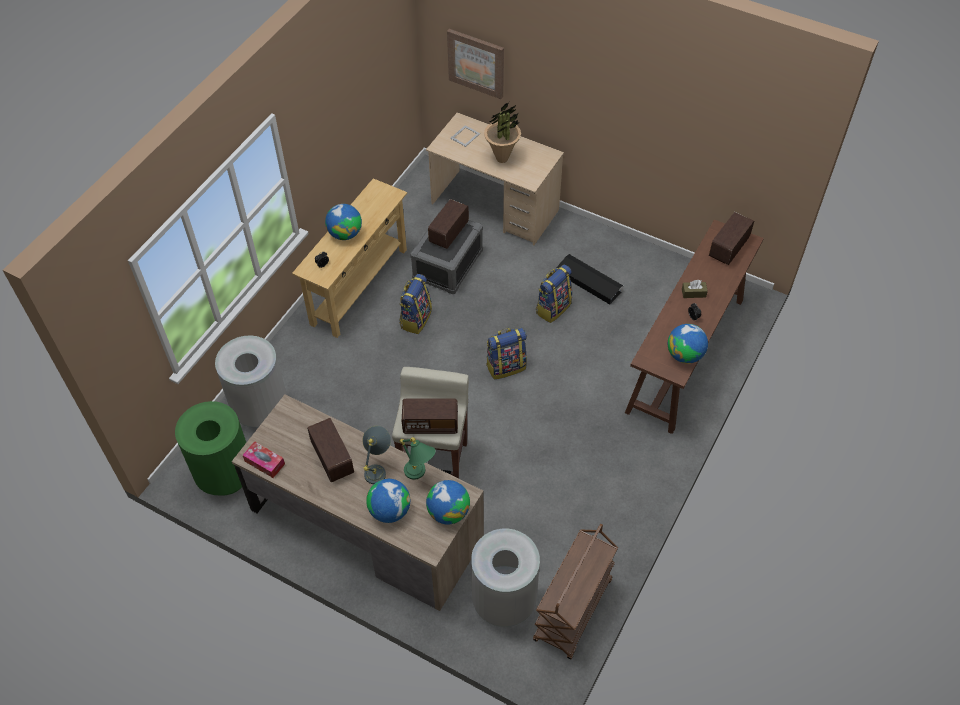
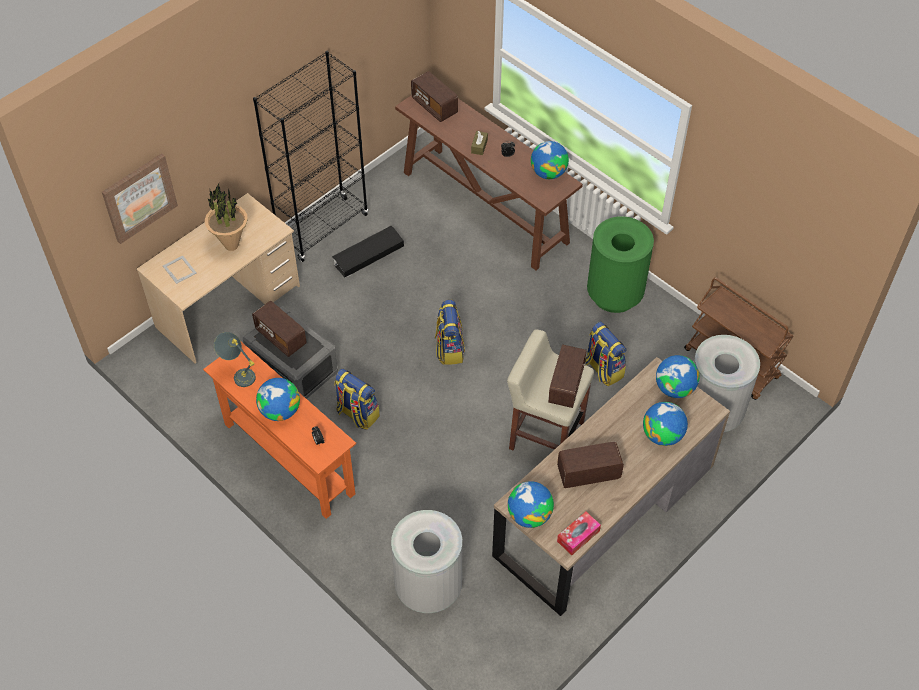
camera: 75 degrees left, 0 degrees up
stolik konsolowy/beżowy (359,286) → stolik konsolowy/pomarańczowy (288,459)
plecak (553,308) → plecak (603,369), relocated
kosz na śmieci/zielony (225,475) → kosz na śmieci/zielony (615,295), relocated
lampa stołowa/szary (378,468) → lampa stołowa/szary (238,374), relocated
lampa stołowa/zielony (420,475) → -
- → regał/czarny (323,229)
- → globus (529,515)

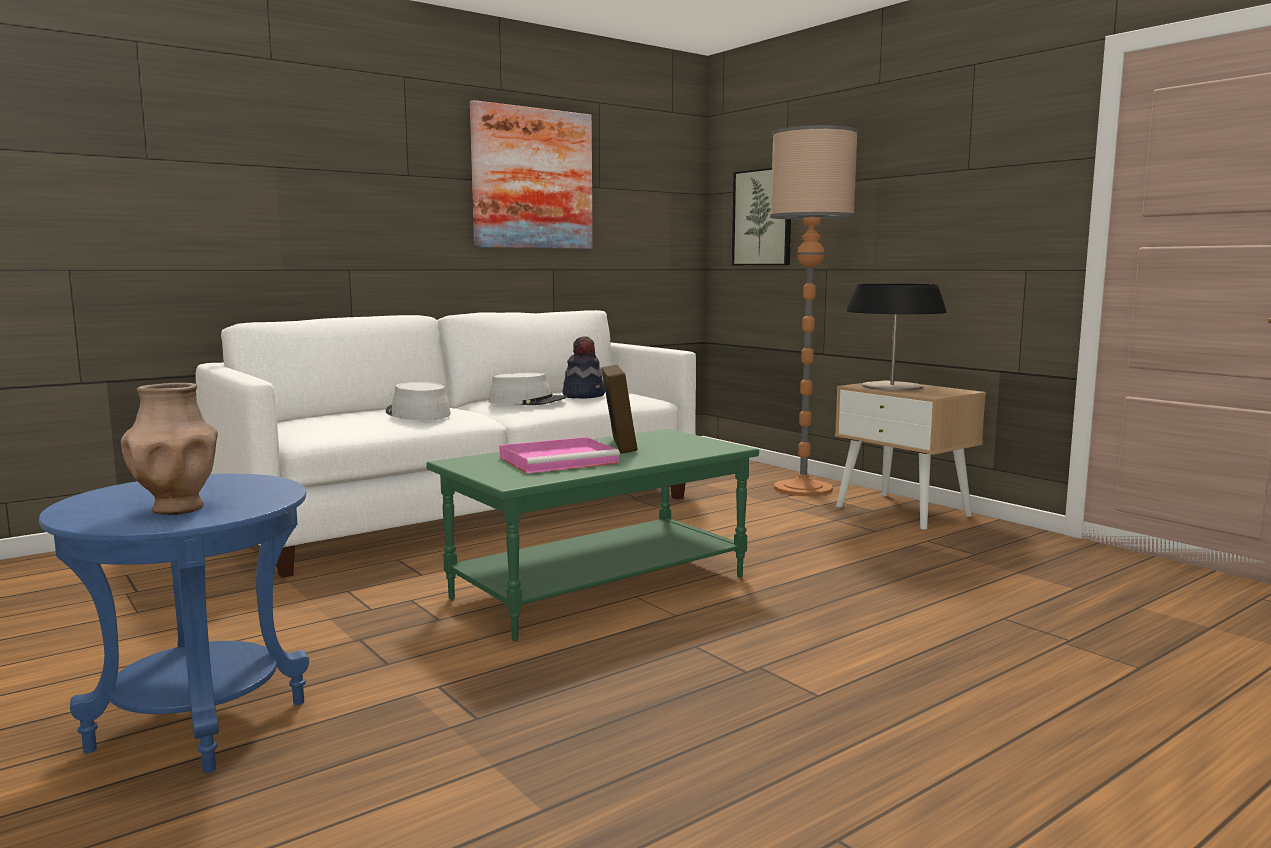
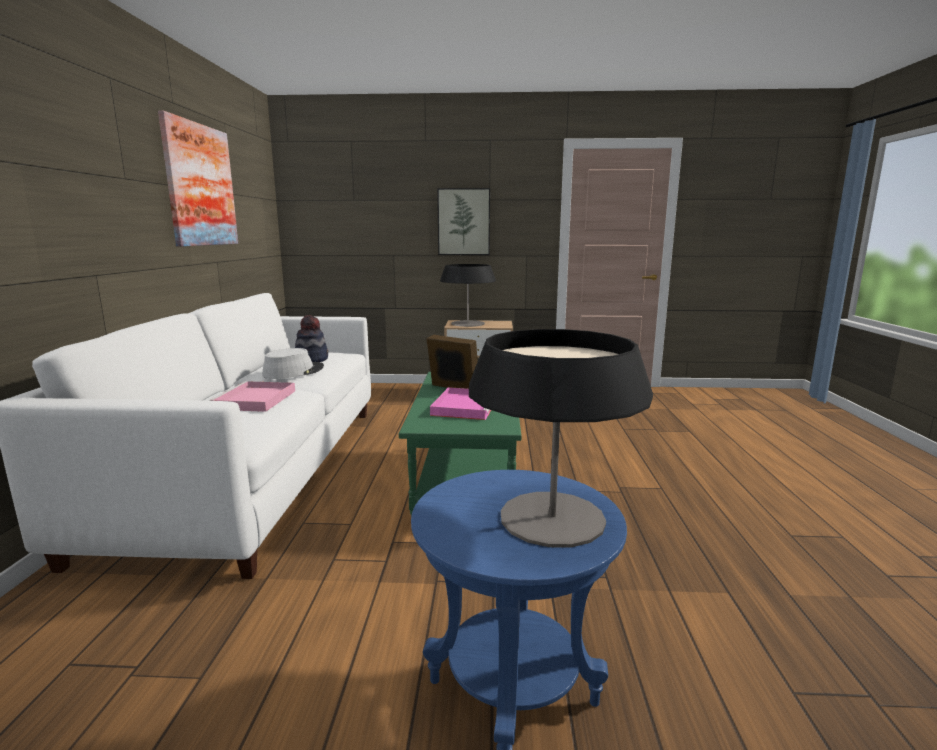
camera: 50 degrees left, 5 degrees up
lampa stojąca (802,488) → -
obraz (763,217) → obraz (464,222), relocated
kapelusz/szary (417,413) → taca/różowy (255,400)
wazon/brązowy (178,508) → lampa stołowa (552,518)

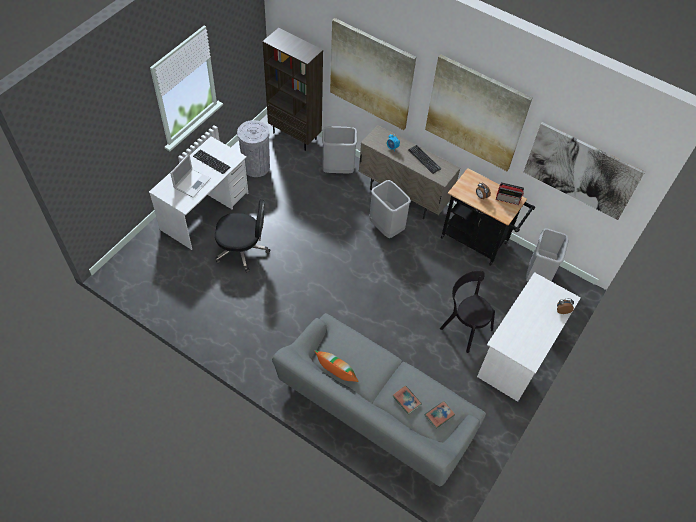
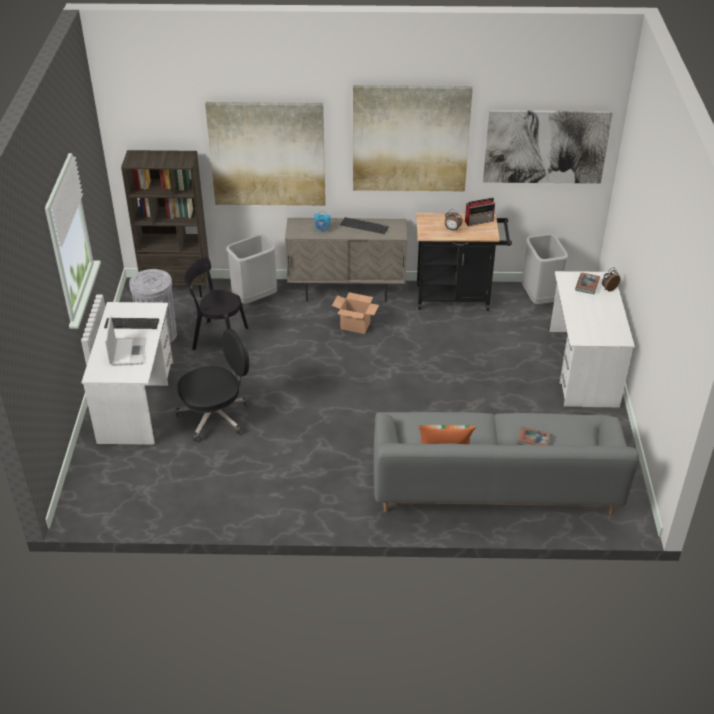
camera: 30 degrees left, 15 degrees down
kosz na śmieci/szary (386,227) → karton (355,326)
krzesło/czarny (464,327) → krzesło/czarny (217,338), relocated
książka (439,415) → książka (587,285), relocated

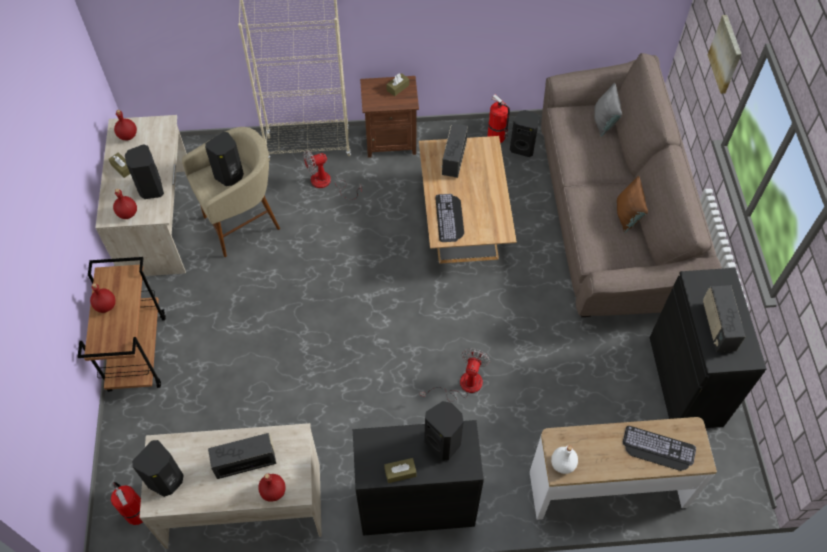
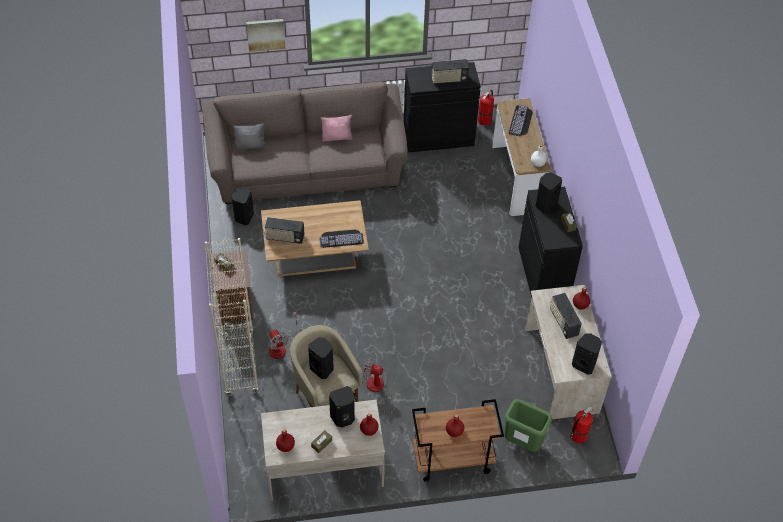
camera: 95 degrees left, 5 degrees down
gaśnica (497,137) → gaśnica (485,120), relocated
poduszka/brązowy (627,215) → poduszka/różowy (337,137)
wentylator (462,385) → wentylator (378,390), relocated
- → kosz na śmieci/zielony (523,442)

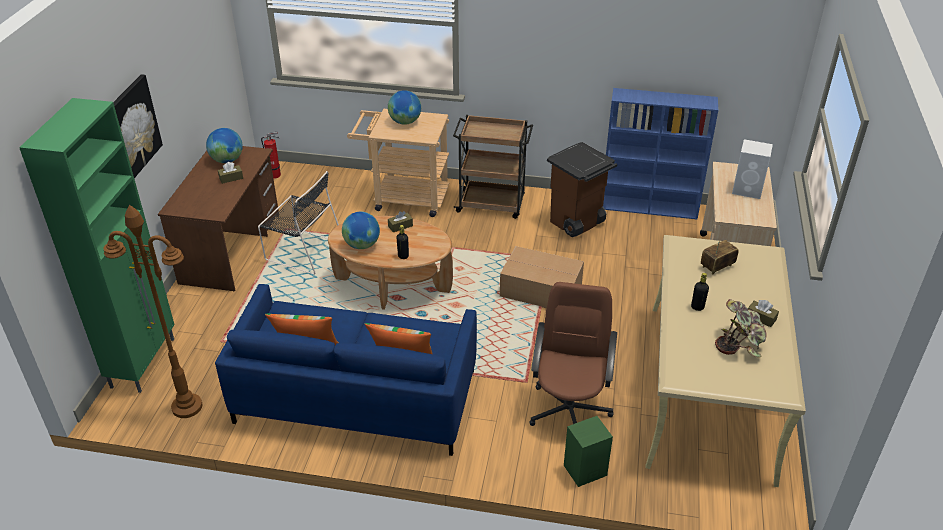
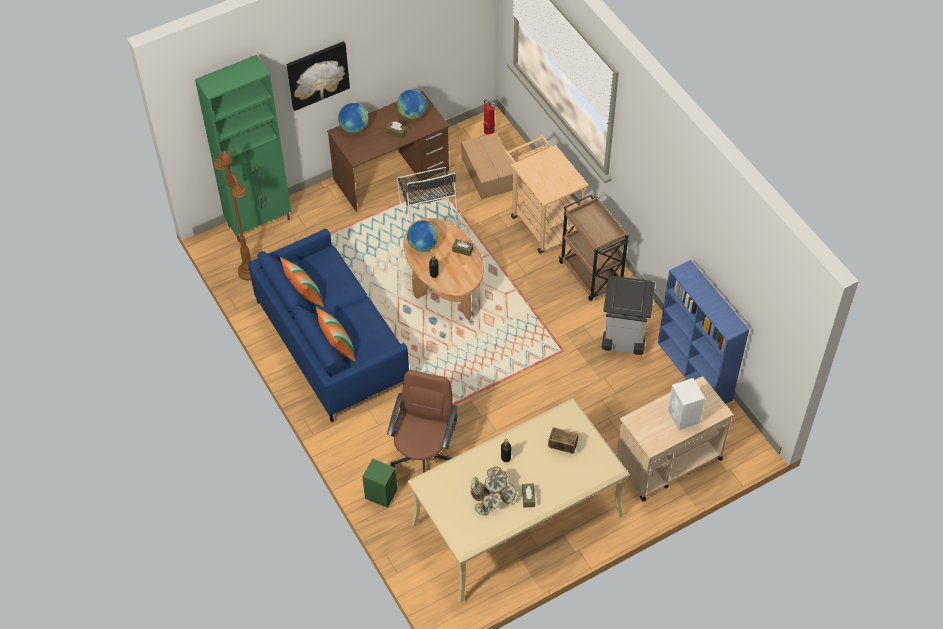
camera: 50 degrees right, 15 degrees up
globus (405,122) → globus (354,128), relocated
kosz na śmieci/brązowy (576,223) → kosz na śmieci/szary (623,340)
karton (542,291) → karton (488,174), relocated
krzesło biurowe/brązowy (569,409) → krzesło biurowe/brązowy (424,455), 45 degrees counterclockwise

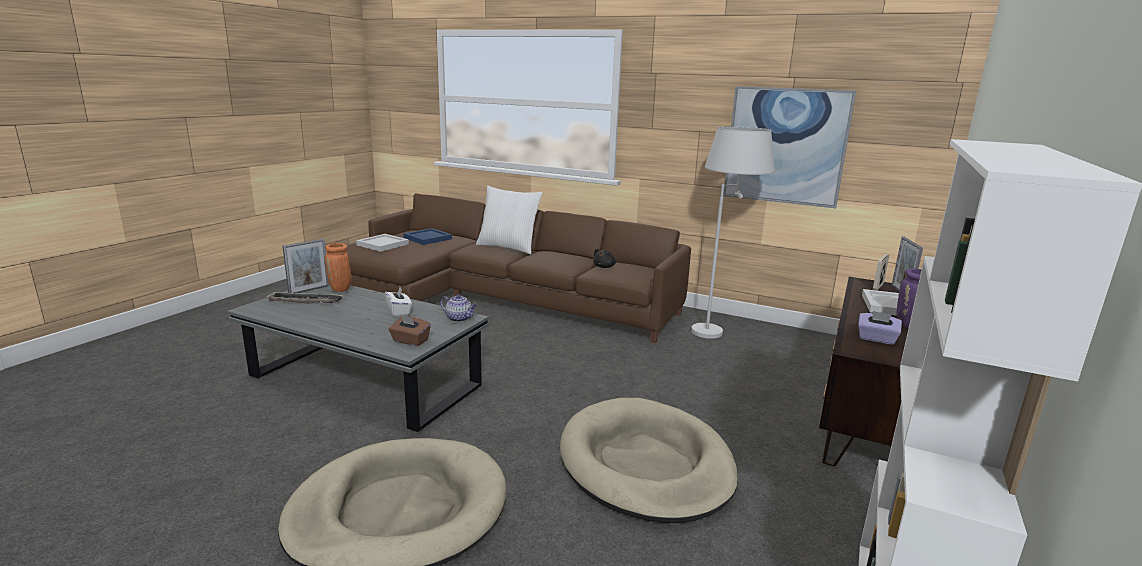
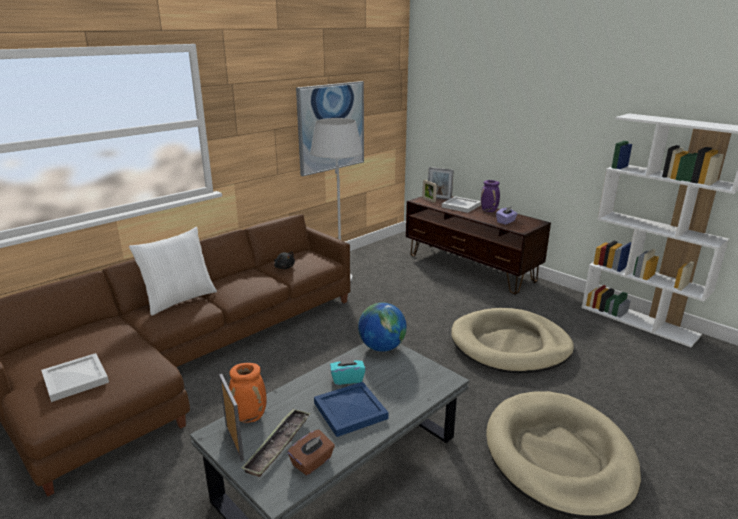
camera: 70 degrees left, 5 degrees up
taca/niebieski (428,238) → taca/niebieski (351,410), relocated
pudełko chusteczek/biały (399,311) → pudełko chusteczek/turkusowy (347,379)
imbryk (459,318) → globus (381,347)
pudełko chusteczek/brązowy (410,341) → pudełko chusteczek/brązowy (312,462), relocated

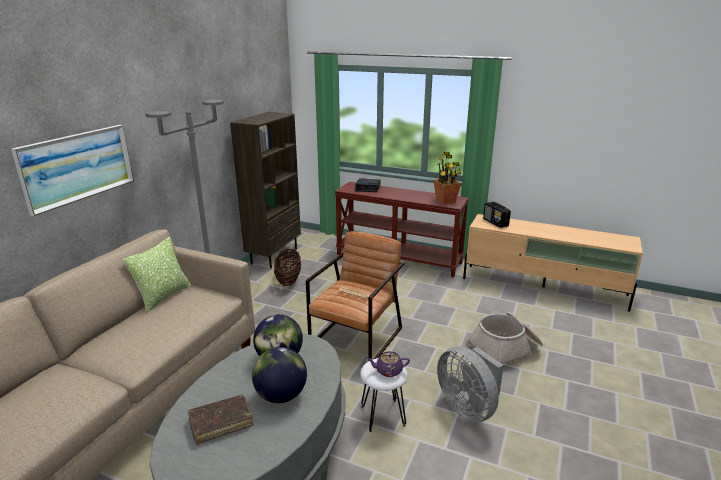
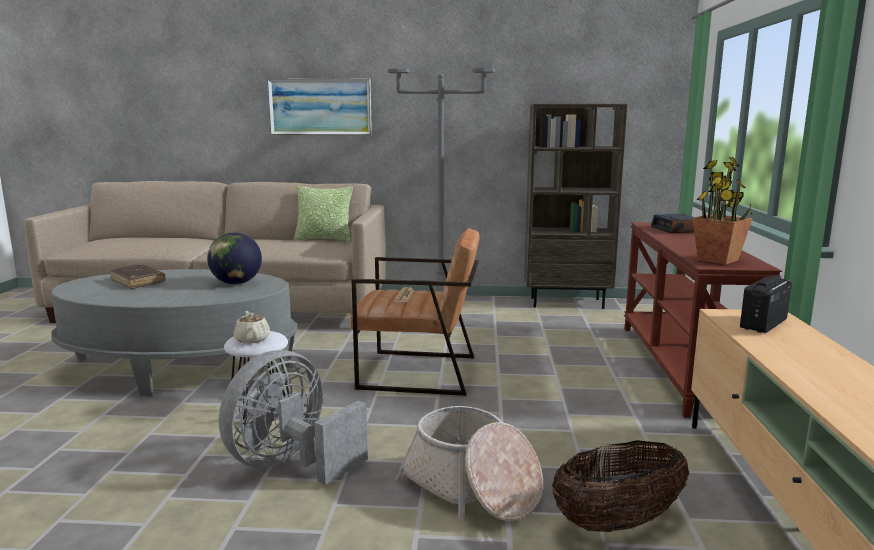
camera: 70 degrees right, 10 degrees down
koszyk (288,280) → koszyk (617,522), relocated
globus (281,395) → -
imbryk/fioletowy (388,371) → imbryk/beżowy (252,339)

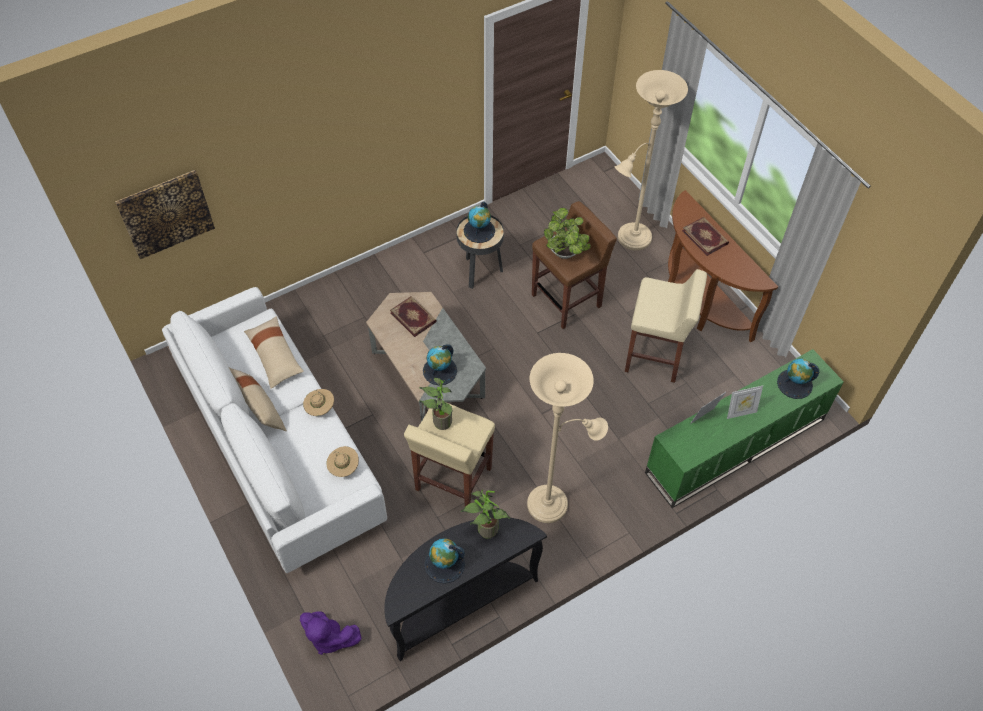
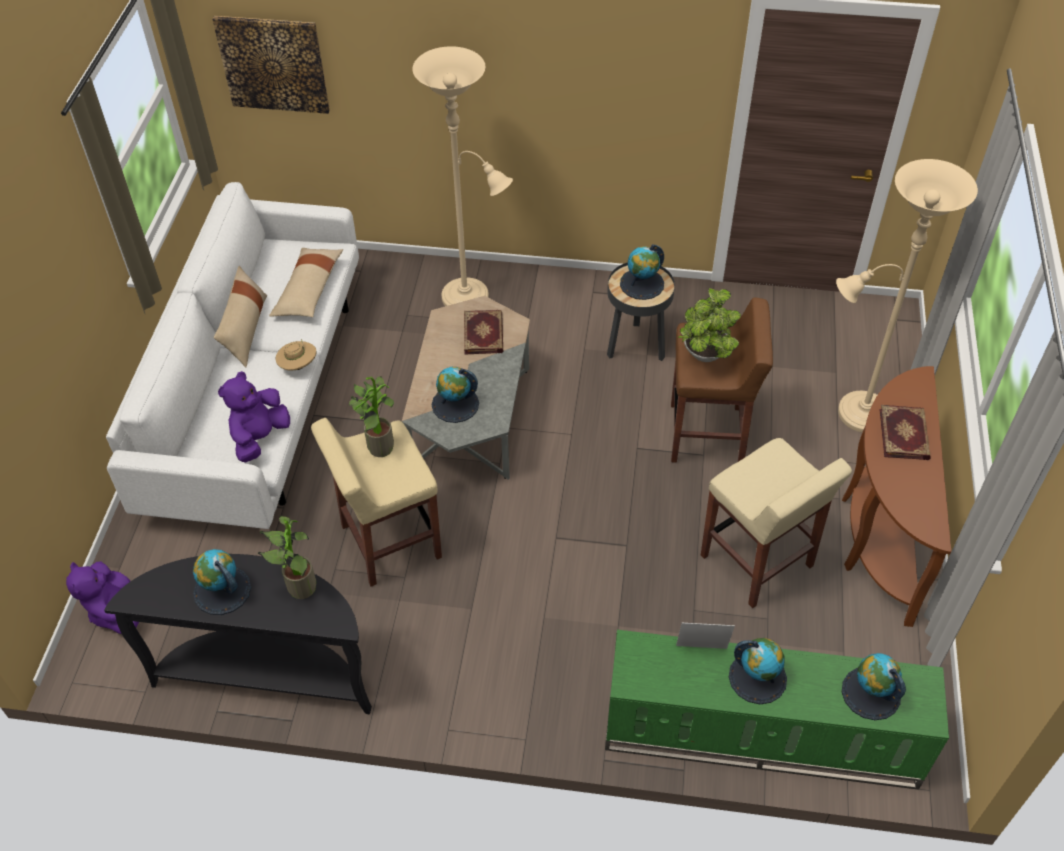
camera: 40 degrees right, 5 degrees down
lampa stojąca/beżowy (553,503) → lampa stojąca/beżowy (471,299), relocated
ramka na zdjęcie (740,412) → globus (757,677)
kapelusz/beżowy (343,467) → pluszak/fioletowy (259,437)

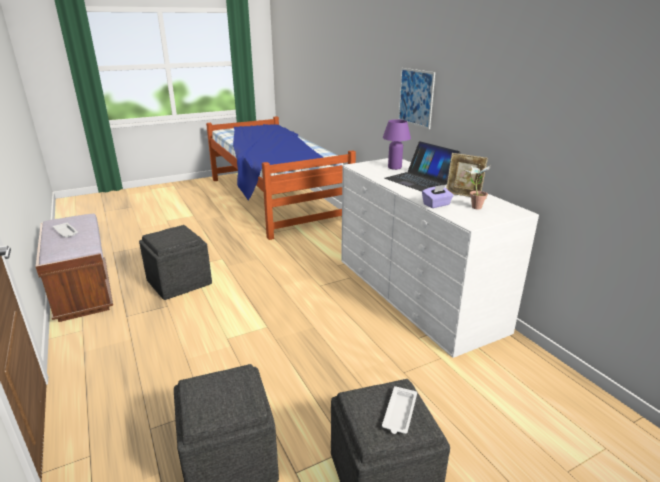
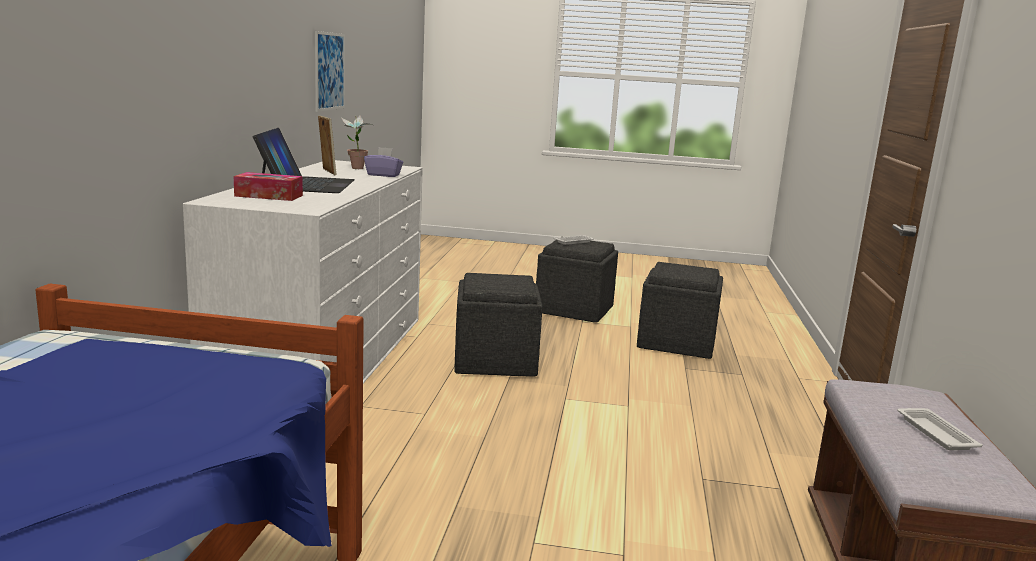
camera: 145 degrees left, 10 degrees down
obraz (415,97) → obraz (329,71), relocated
lampa stołowa/fioletowy (394,167) → pudełko chusteczek (269,196)
pufa/szary (179,283) → pufa/szary (496,361), relocated

